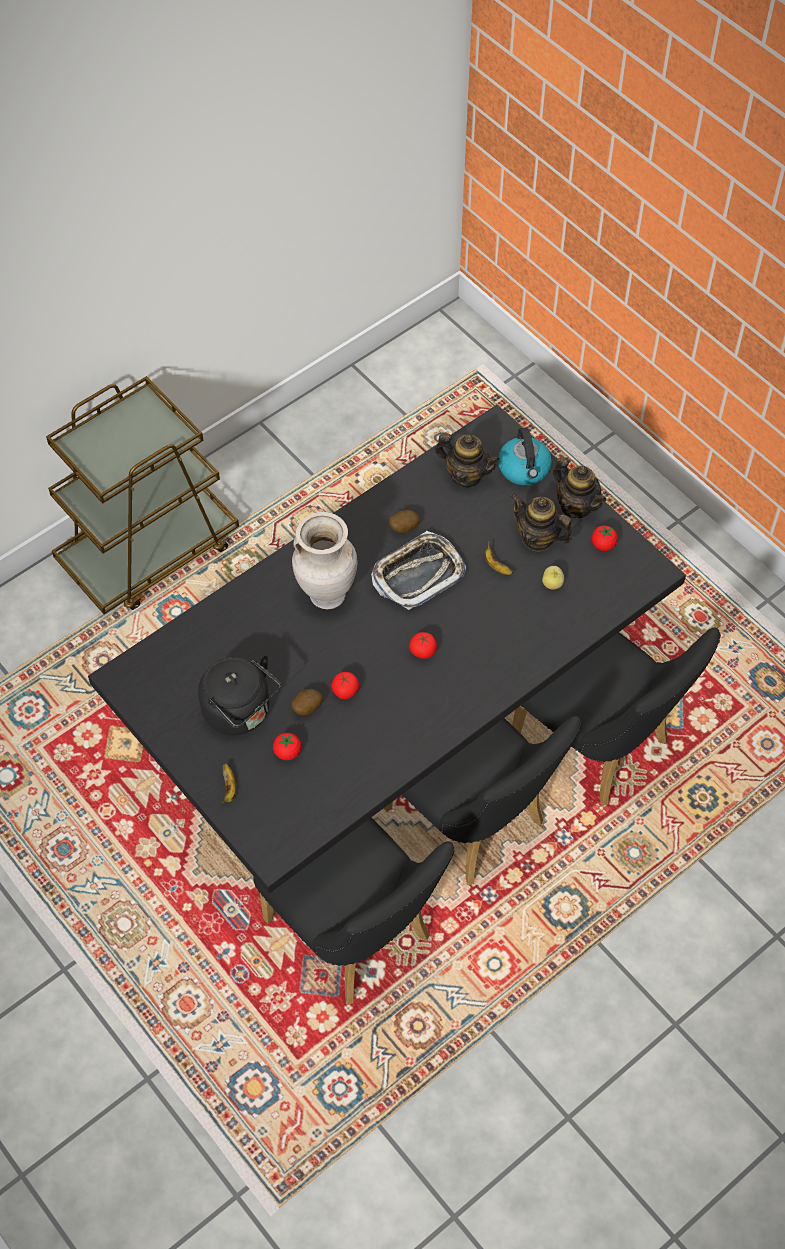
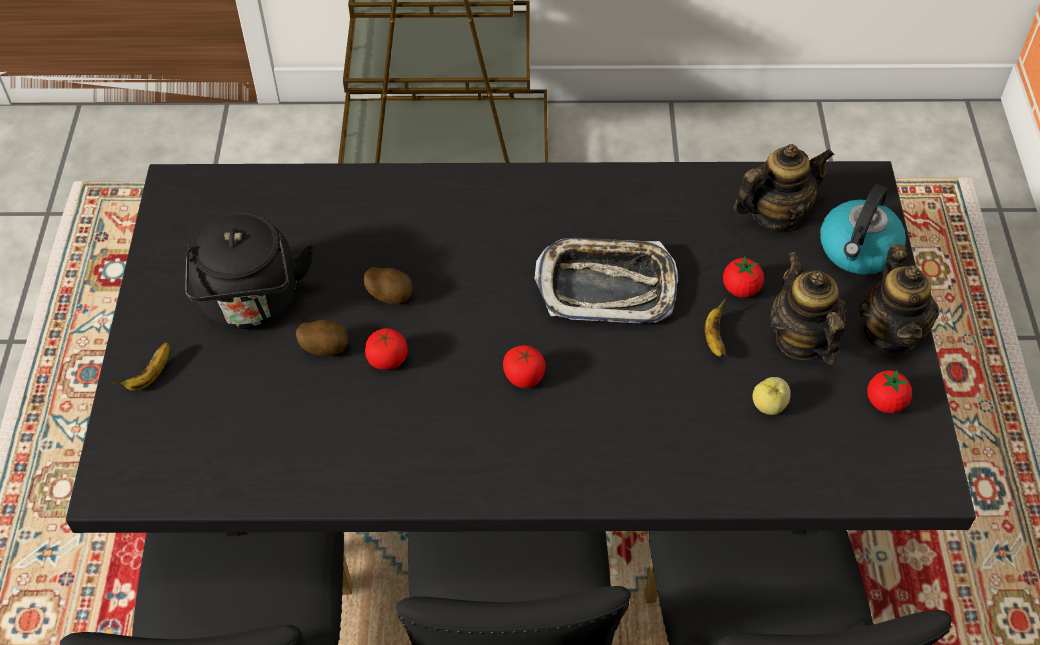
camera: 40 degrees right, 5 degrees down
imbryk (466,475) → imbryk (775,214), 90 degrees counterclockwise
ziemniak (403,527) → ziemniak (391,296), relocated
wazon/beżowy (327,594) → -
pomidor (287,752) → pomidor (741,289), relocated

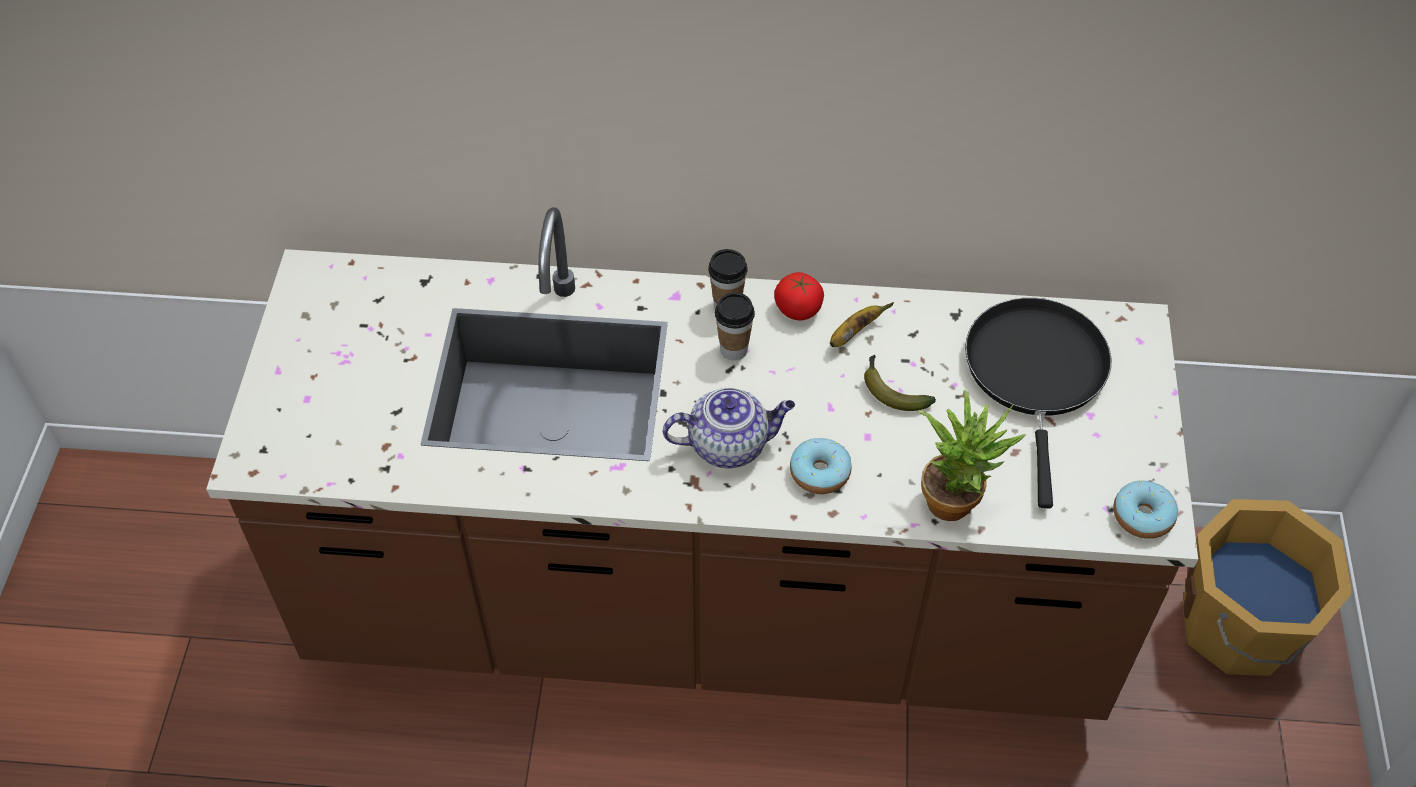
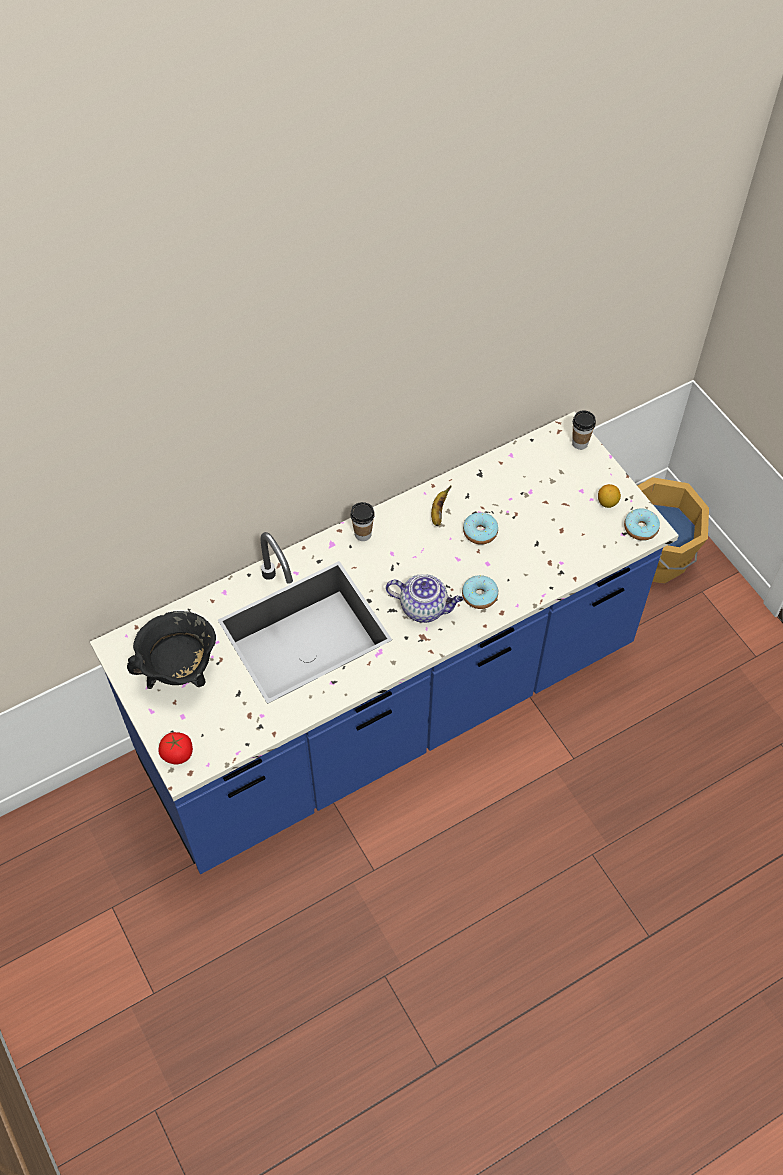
camera: 35 degrees left, 5 degrees up
zabudowa kuchenna/brązowy (708,610) → zabudowa kuchenna/niebieski (391,709)
pomidor (798,309) → pomidor (177,754), relocated
filiżanka (734,349) → filiżanka (580,443), relocated
patelnia/czarny (1036,374) → -
banan (891,390) → donut (480,532)
imbryk (729,444) → imbryk (424,607), 60 degrees clockwise
roślina doniczkowa (956,498) → -
- → cytryna (607,502)
- → garnek/czarny (180,673)

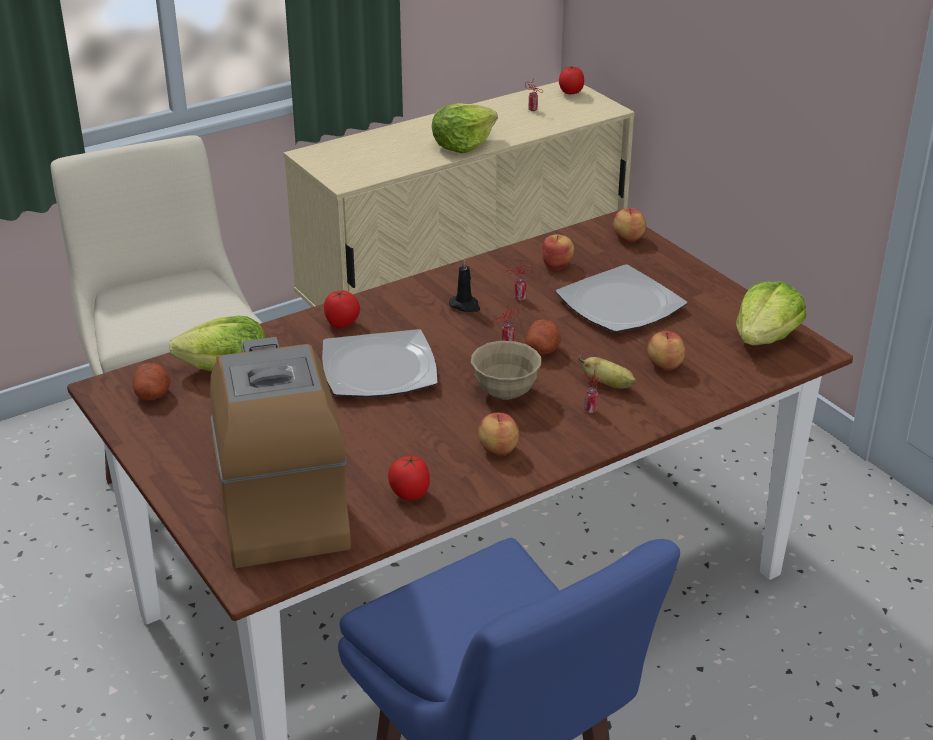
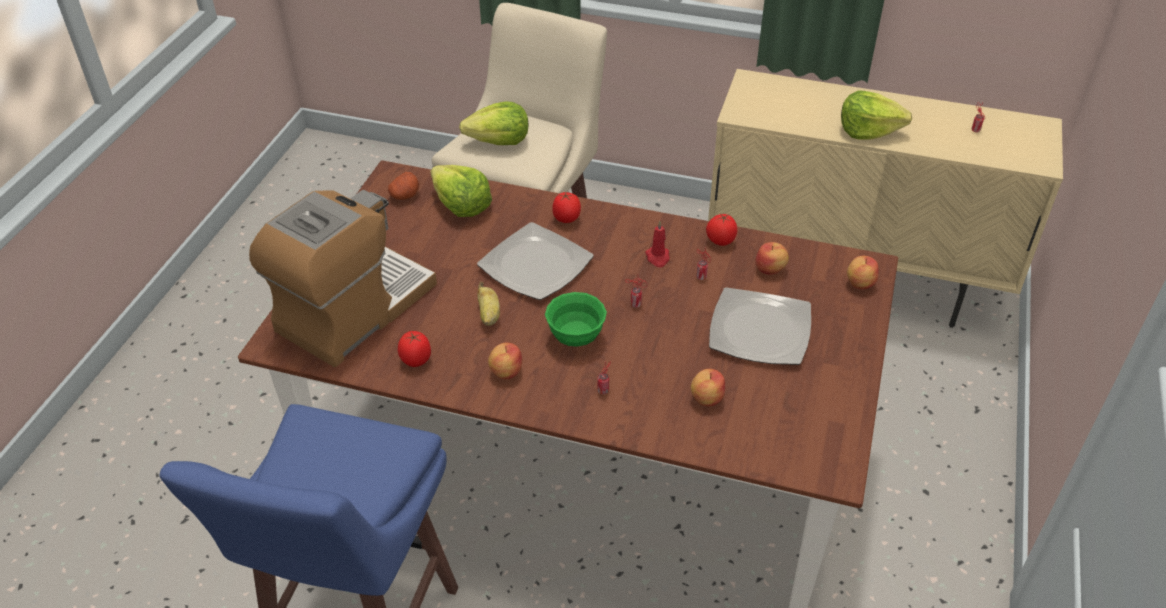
camera: 50 degrees right, 10 degrees up
pomidor (570,93) → pomidor (720,241), relocated
świeca/czarny (465,306) → świeca/czerwony (658,258)
sałata (765,338) → sałata (499,141), relocated
ziemniak (542,350) → -
miska/beżowy (505,393) → miska/zielony (576,337)
banan (608,384) → banan (489,315), relocated

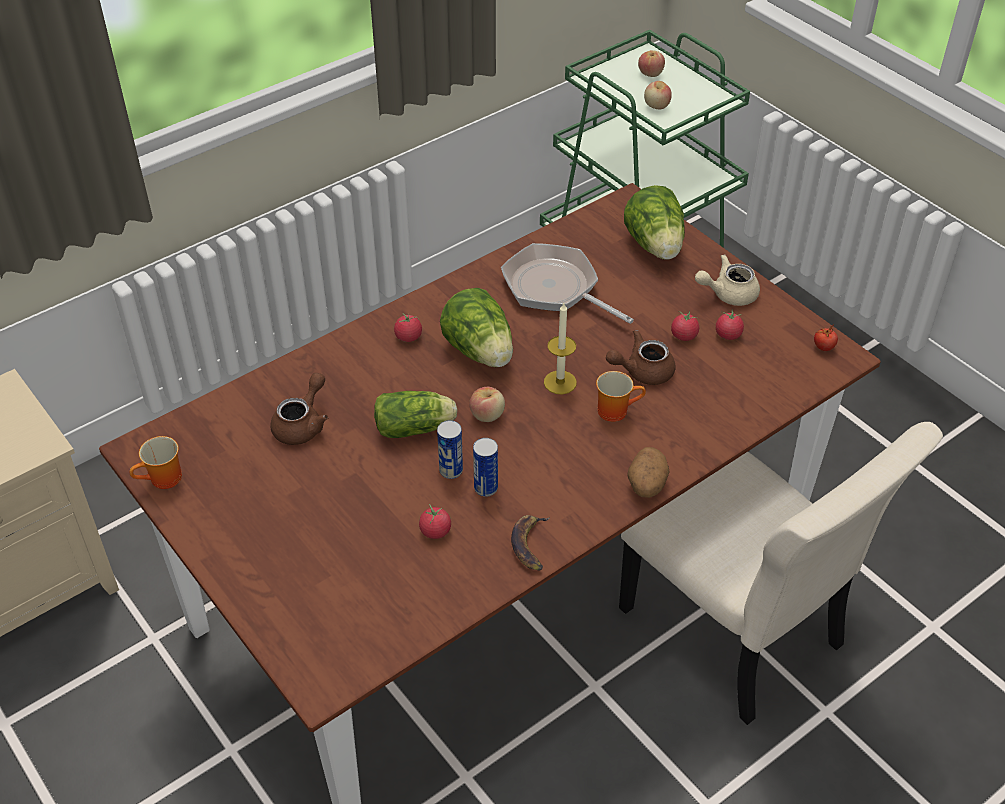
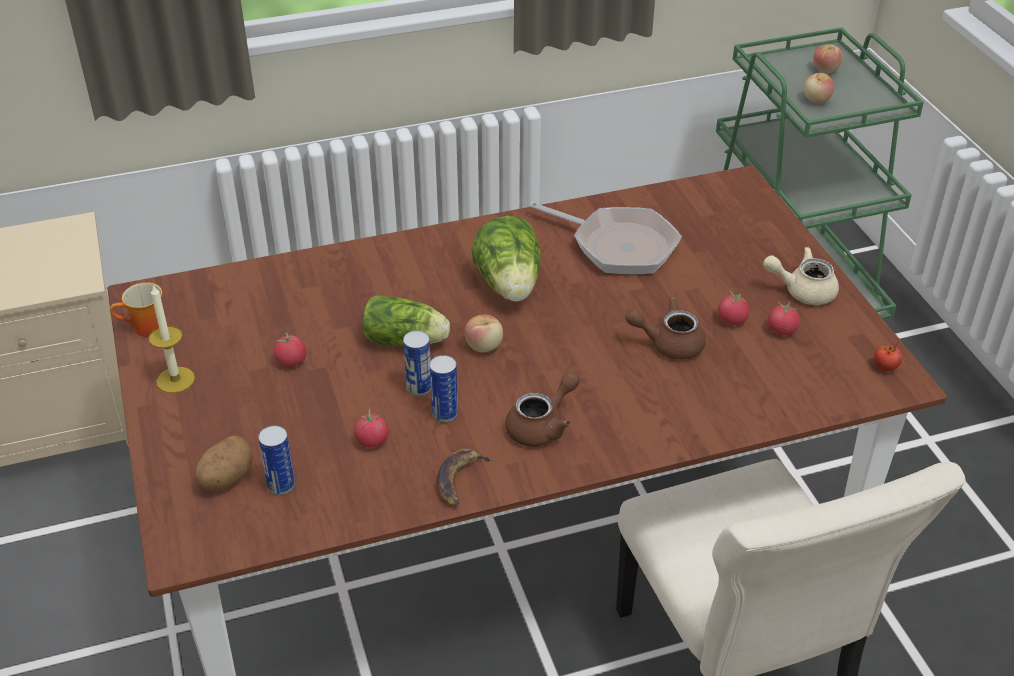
camera: 20 degrees right, 5 degrees down
sałata (655,246) → -
patelnia (555,289) → patelnia (618,245), 150 degrees clockwise
świeca (560,382) → świeca (175,380), relocated
pomidor (408,337) → pomidor (291,361), relocated
kubek (615,409) → -
imbryk/brązowy (303,424) → imbryk/brązowy (542,426), relocated
ziemniak (646,485) → ziemniak (226,478), relocated
- → puszka (281,485)

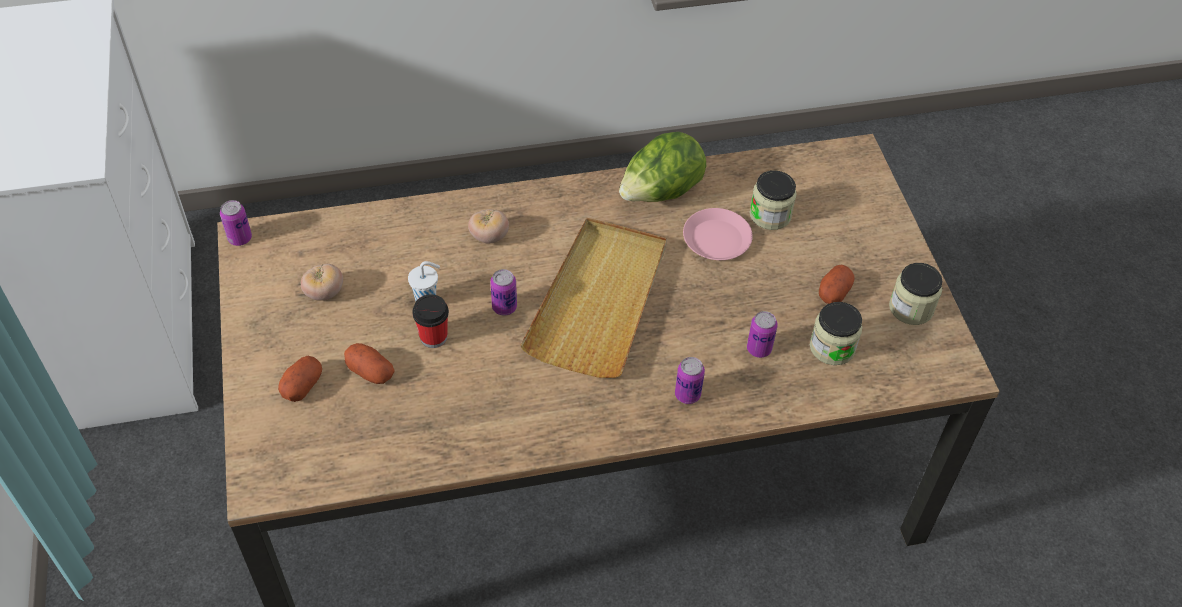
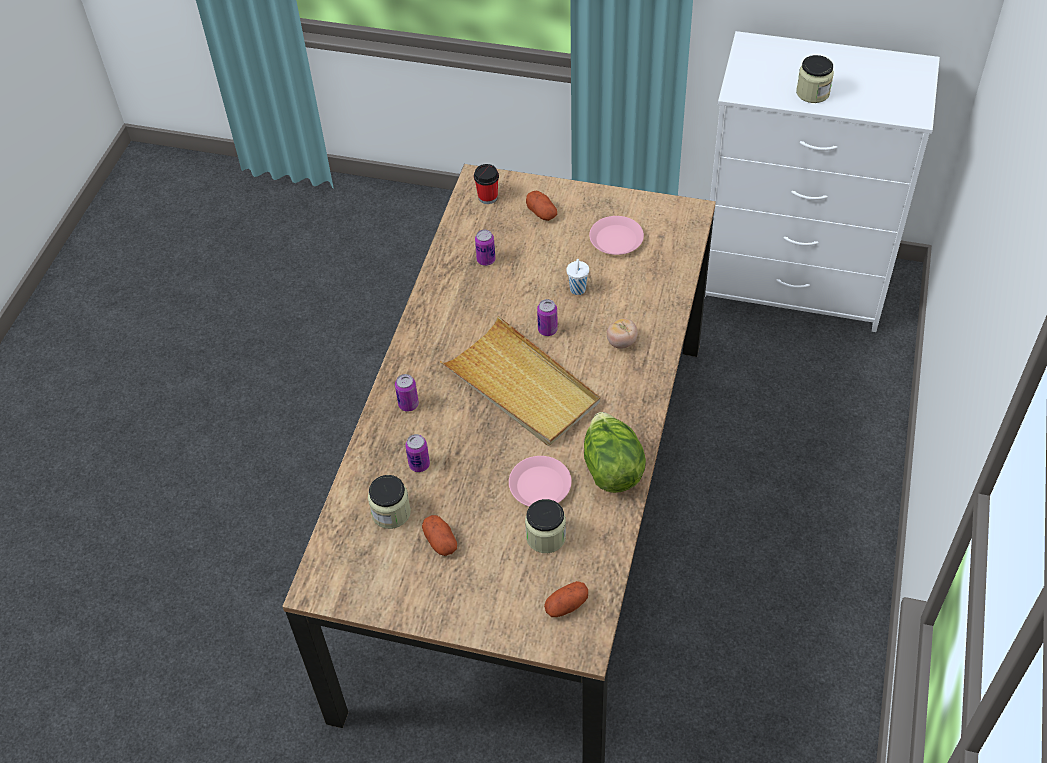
camera: 120 degrees right, 0 degrees up
puszka (240,238) → puszka (486,260), relocated
słoik (911,308) → słoik (812,93), relocated
pomidor (324,293) → talerz/różowy (616,240)
filiżanka (433,337) → filiżanka (487,197), relocated
ziemniak (370,371) → ziemniak (566,605), relocated

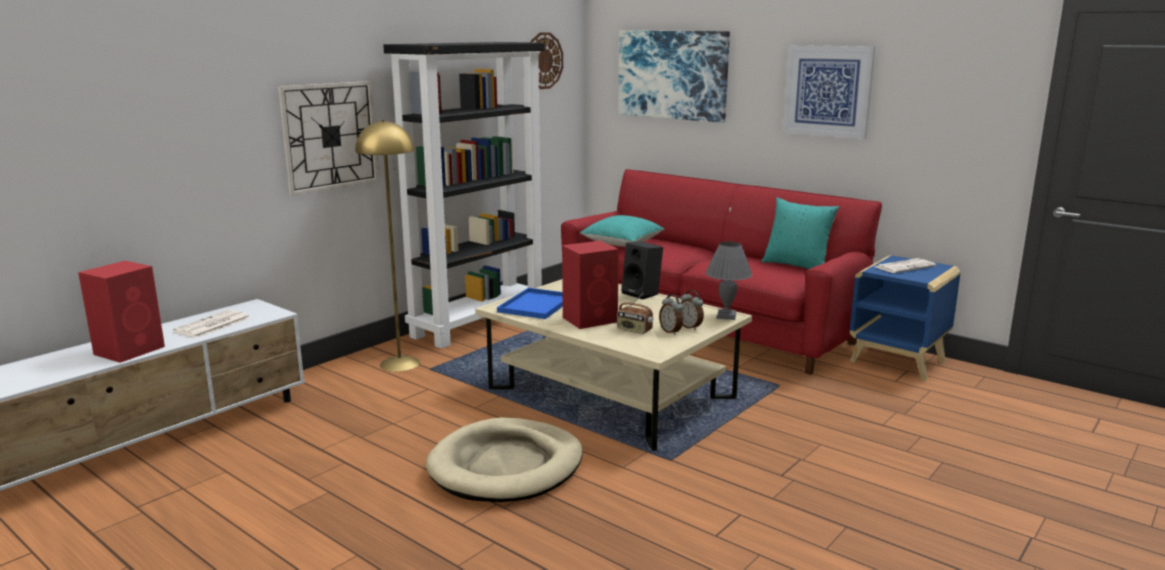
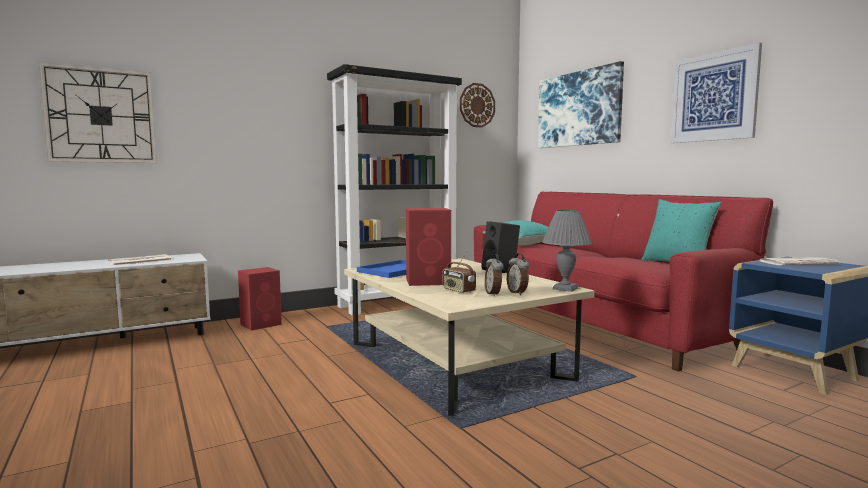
camera: 20 degrees right, 10 degrees down
zegar ścienny (329,136) → zegar ścienny (101,115), relocated
lampa stojąca/żółty (399,364) → -
głośnik/czerwony (131,350) → głośnik/czerwony (262,324), relocated
legowisko/beżowy (506,466) → -

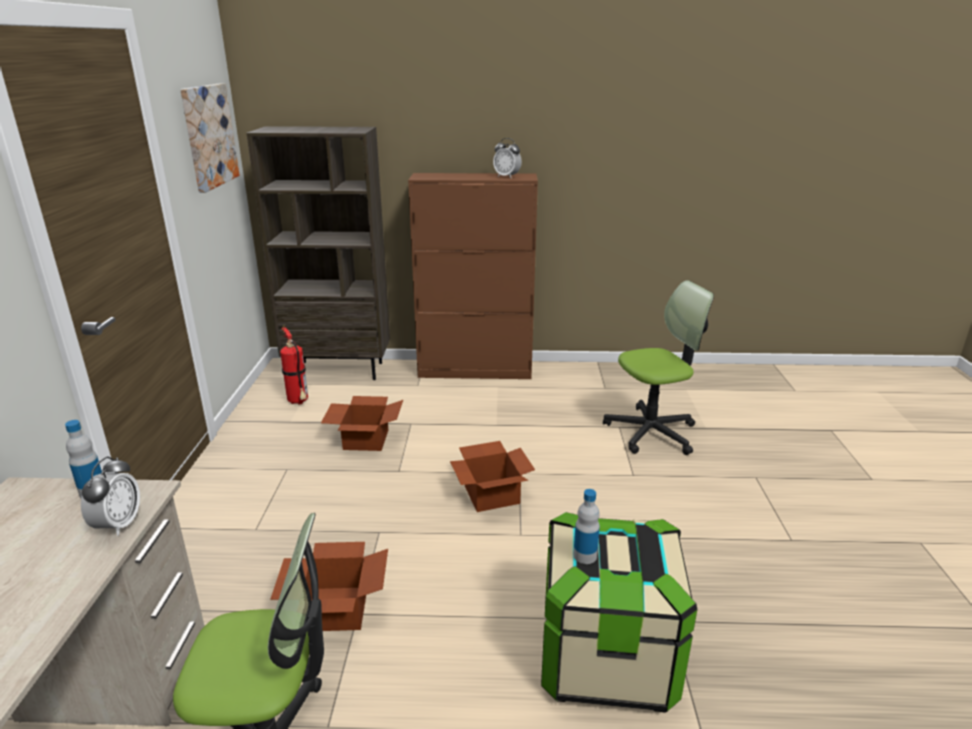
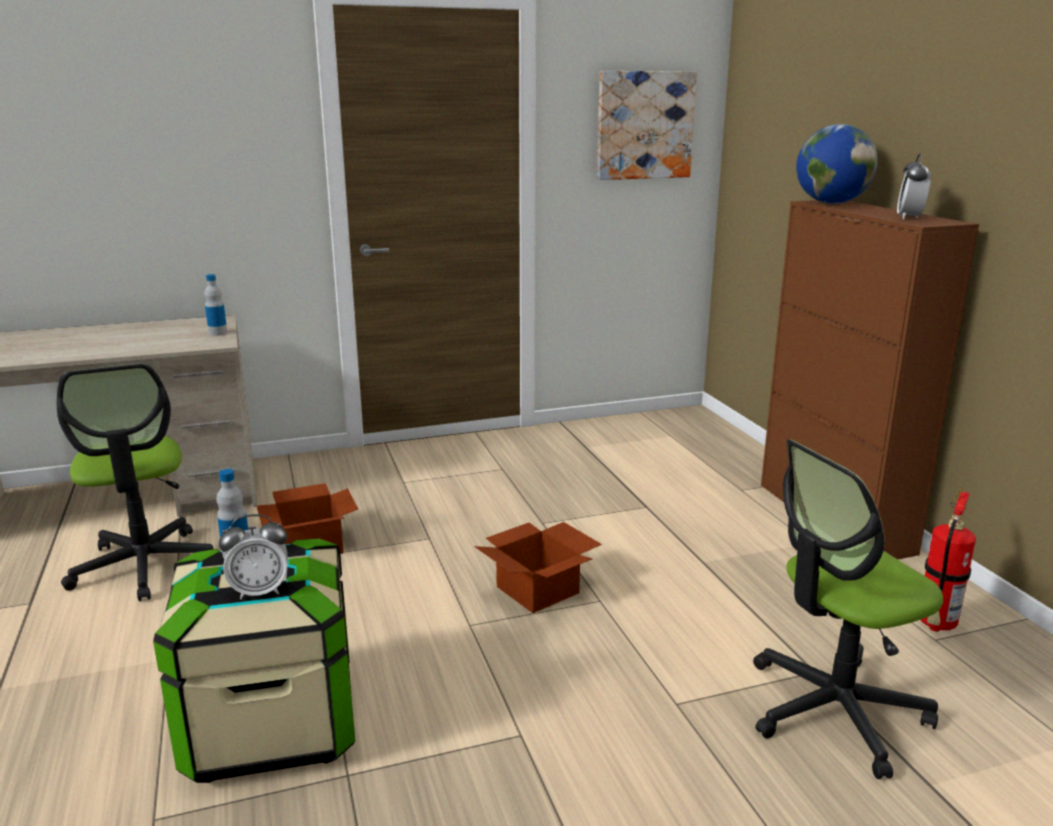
camera: 70 degrees right, 5 degrees down
regał/brązowy (339,370) → -
krzesło biurowe (651,432) → krzesło biurowe (834,710), 105 degrees clockwise
gaśnica (299,402) → gaśnica (935,627), relocated
karton (364,439) → -
budzik (118,525) → budzik (259,591), relocated
- → globus (831,203)

